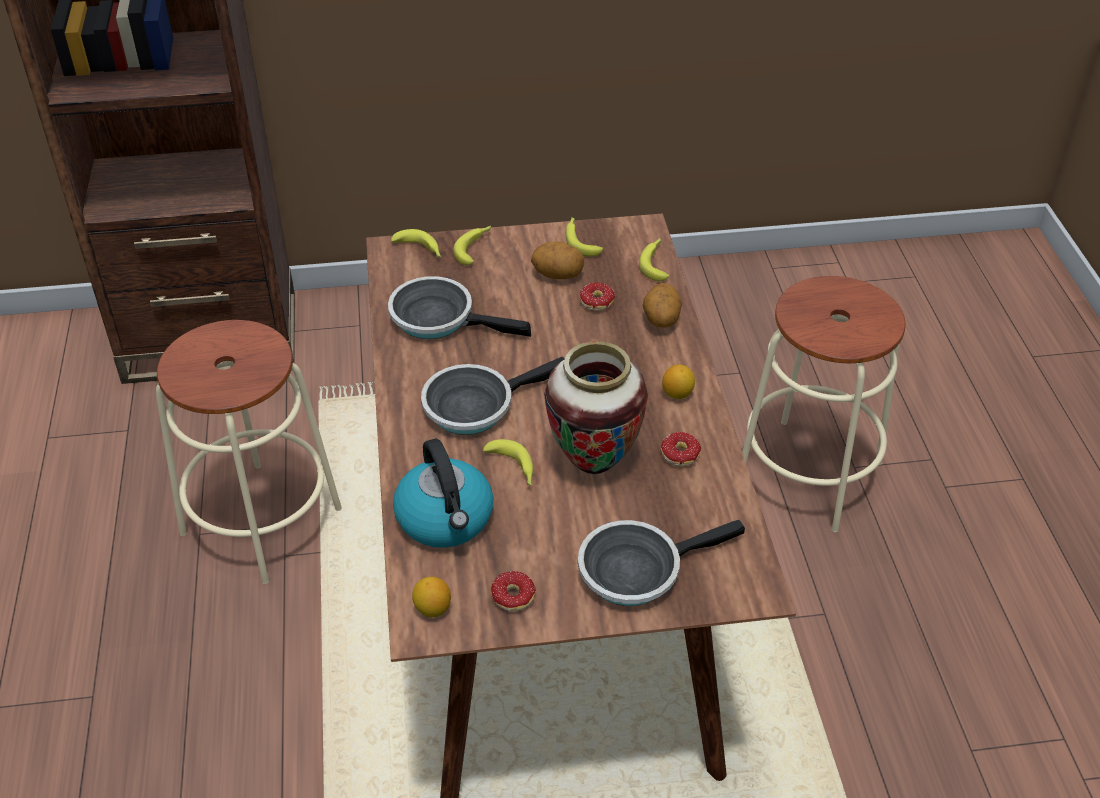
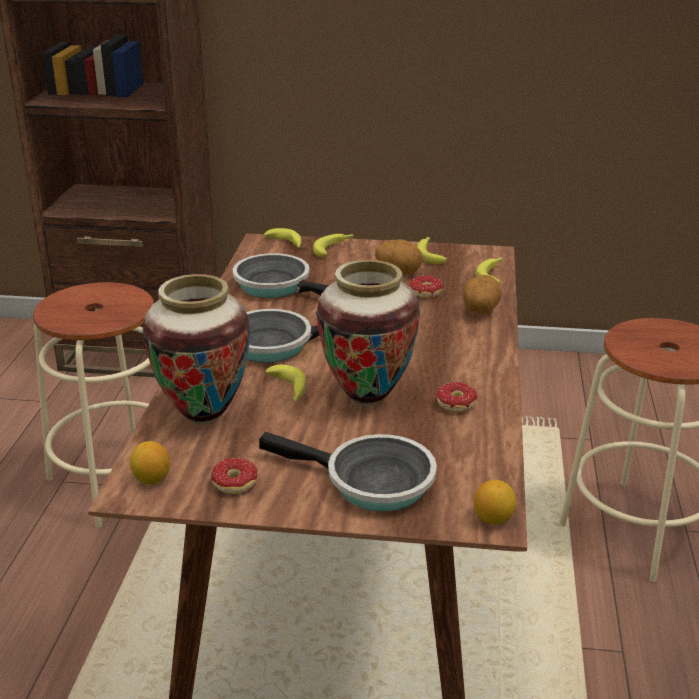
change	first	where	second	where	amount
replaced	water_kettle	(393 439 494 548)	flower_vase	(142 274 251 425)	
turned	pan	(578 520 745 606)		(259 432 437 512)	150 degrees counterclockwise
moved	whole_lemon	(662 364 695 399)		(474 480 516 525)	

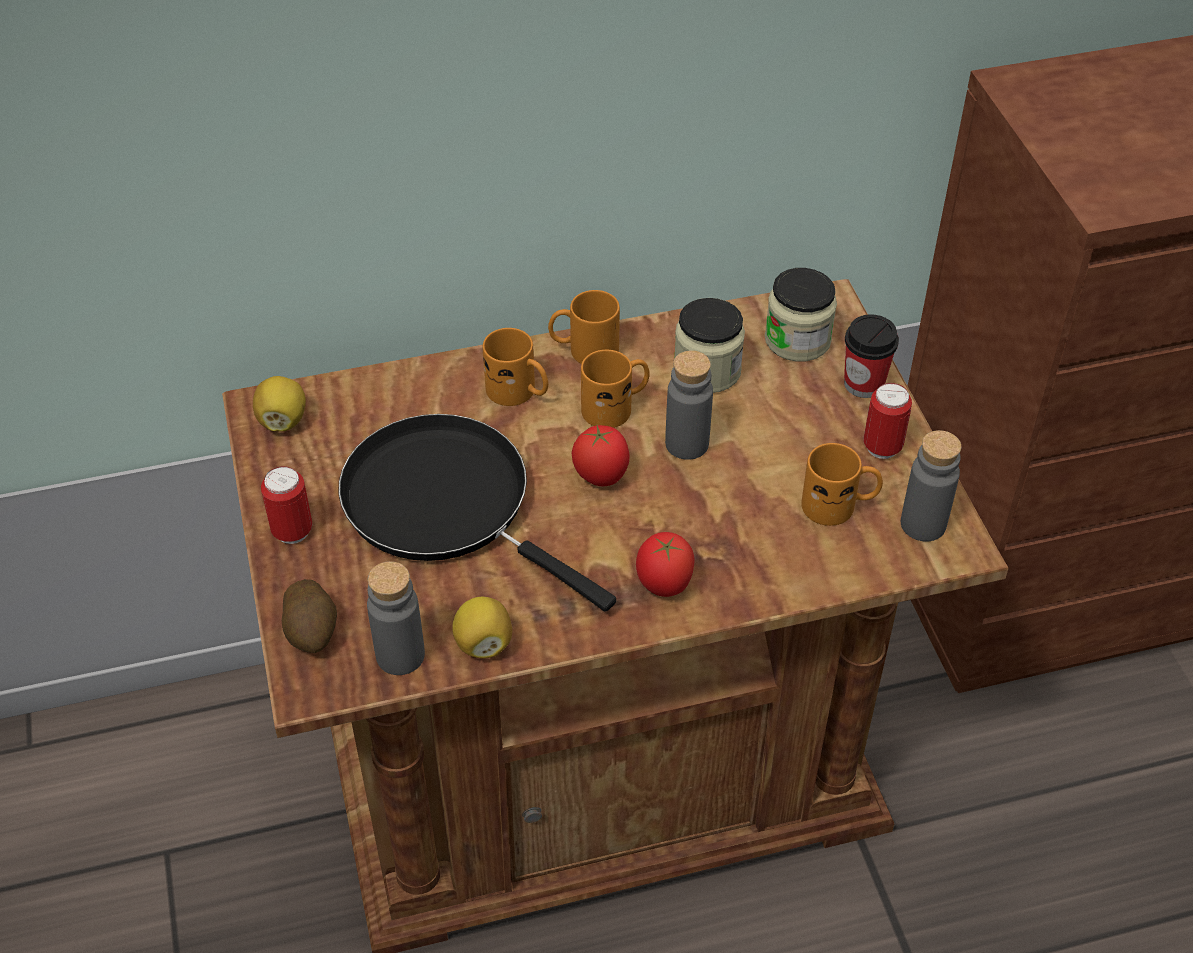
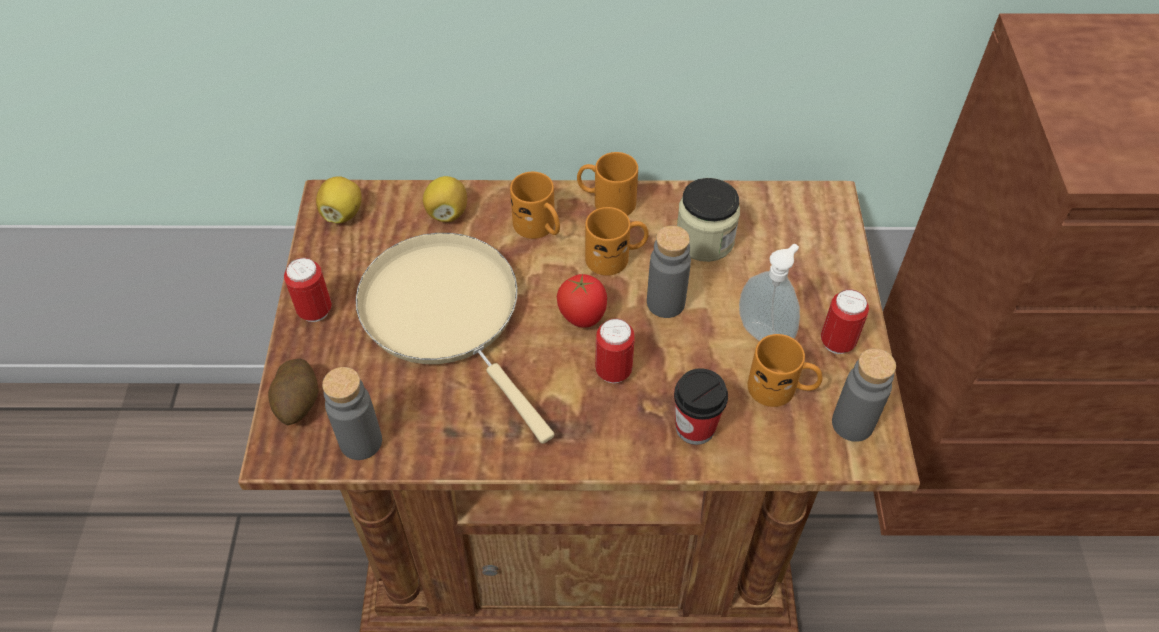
change	first	where	second	where	amount
recoloured	black-coloured_pan	(338 414 616 611)	beige_pan	(355 233 554 444)	
moved	whole_lemon	(452 597 512 659)		(423 176 467 222)	
added			sealed_can	(595 318 635 383)	
moved	cup	(844 314 899 398)		(674 368 728 445)	
added			soap_bottle	(739 244 800 341)	
removed	fresh_tomato	(636 532 694 597)			
removed	preserve_jar	(765 268 837 362)			

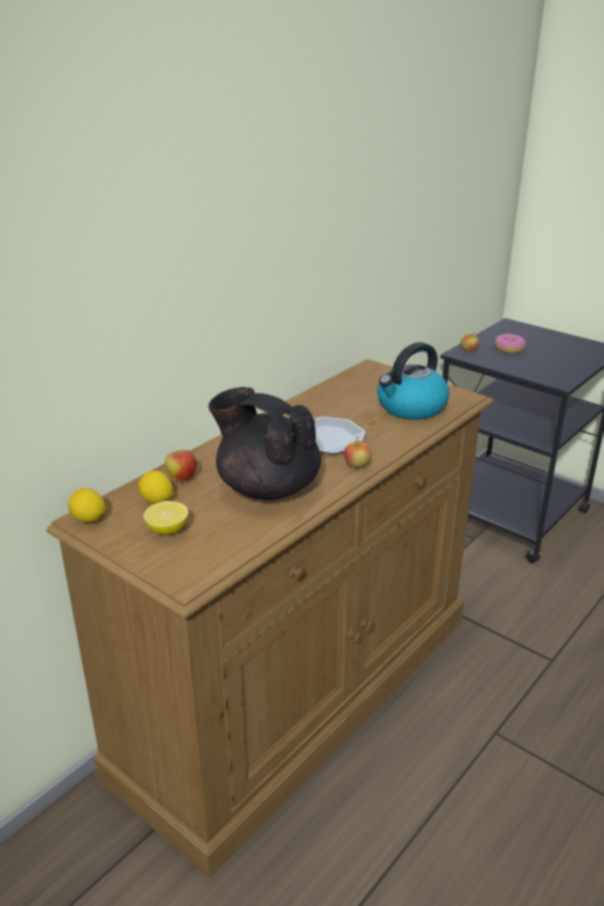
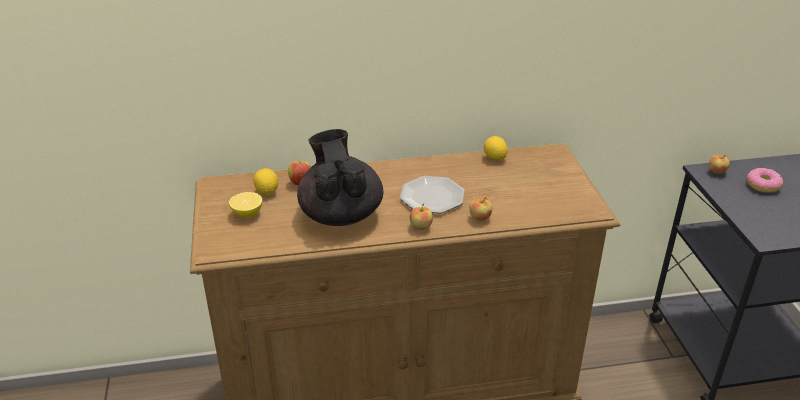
change	first	where	second	where	amount
added			whole_apple	(469 197 492 221)	
moved	whole_lemon	(68 488 106 523)		(484 136 508 161)	
removed	water_kettle	(377 342 449 420)			

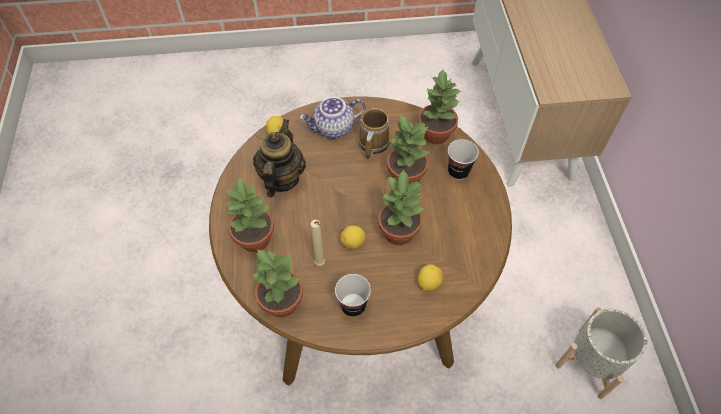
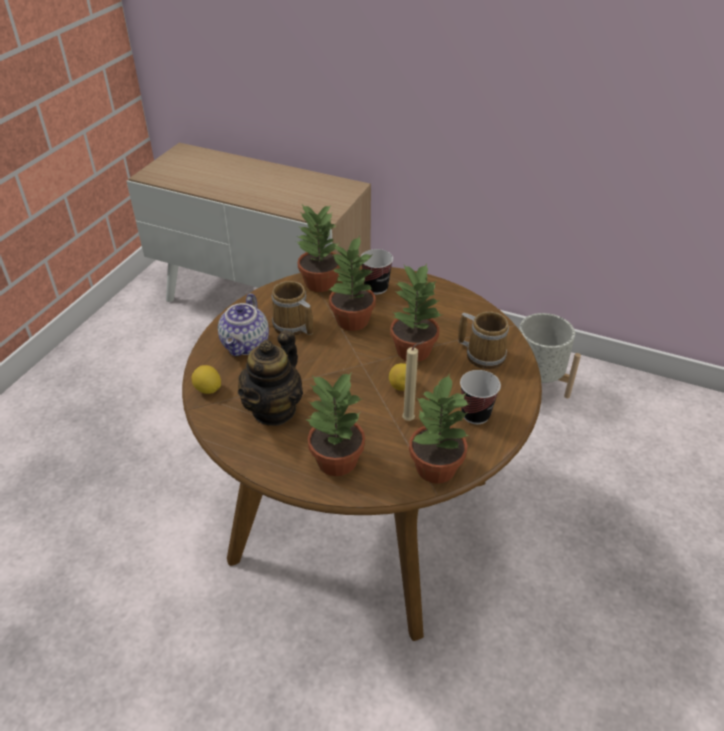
change	first	where	second	where	amount
turned	teapot	(253 119 306 197)		(238 330 303 426)	105 degrees counterclockwise
replaced	whole_lemon	(418 264 443 291)	coffee_mug	(458 311 509 369)	

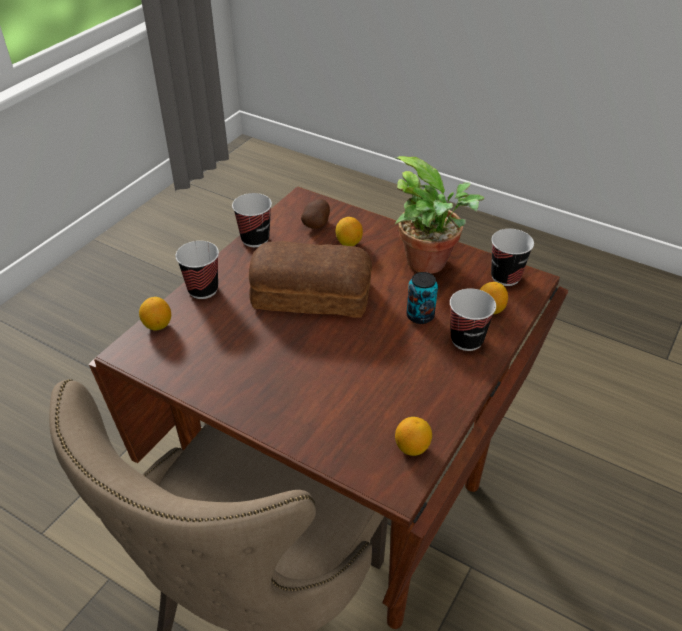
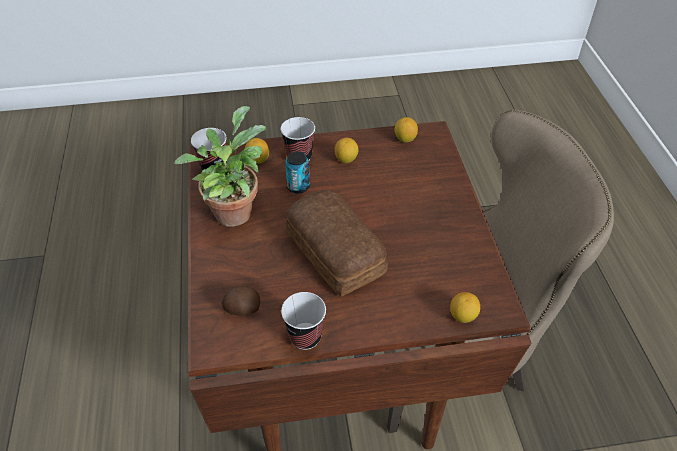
change	first	where	second	where	amount
moved	whole_lemon	(335 217 363 246)		(335 138 358 163)	
removed	cup	(176 241 219 299)			

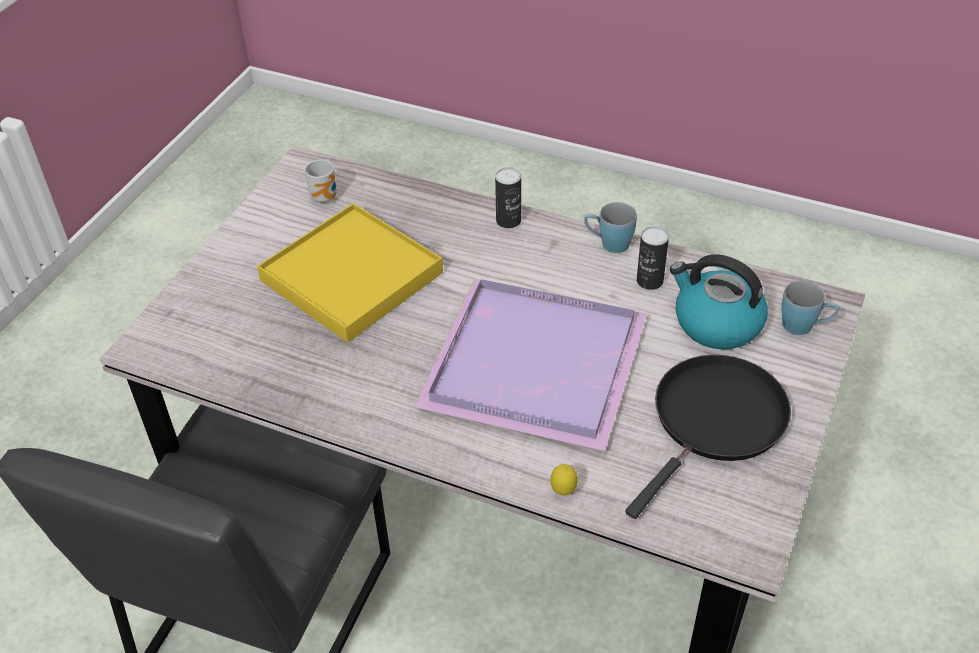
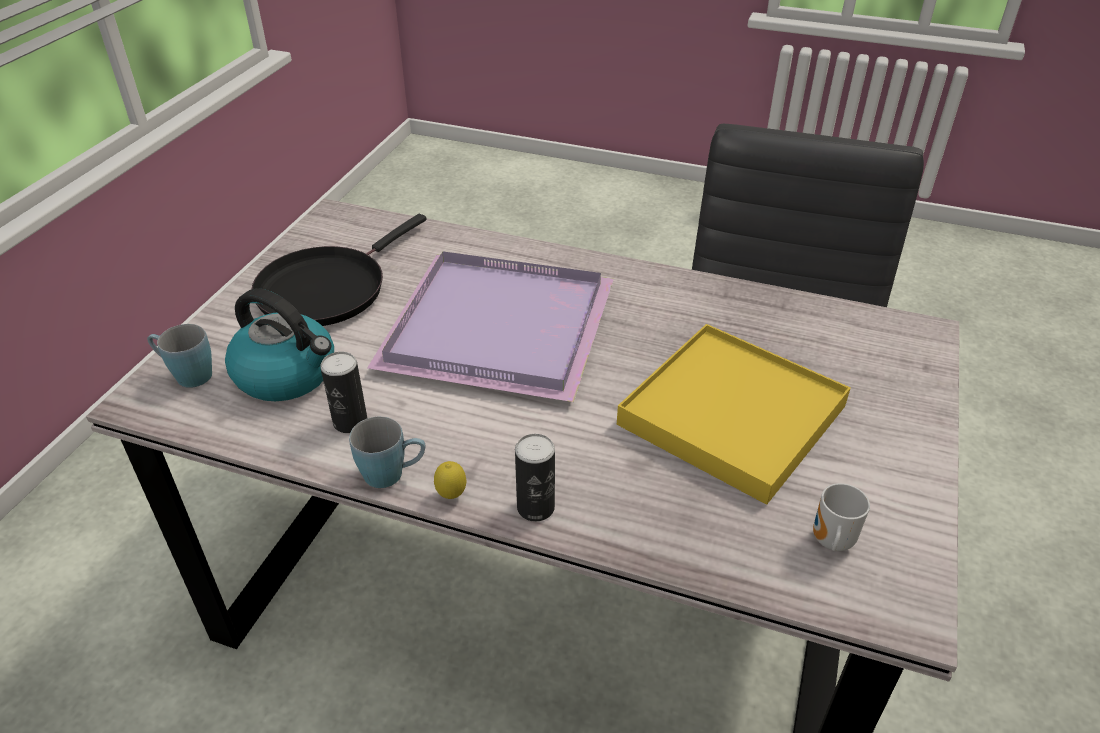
change	first	where	second	where	amount
moved	whole_lemon	(550 464 578 495)		(434 461 466 499)	

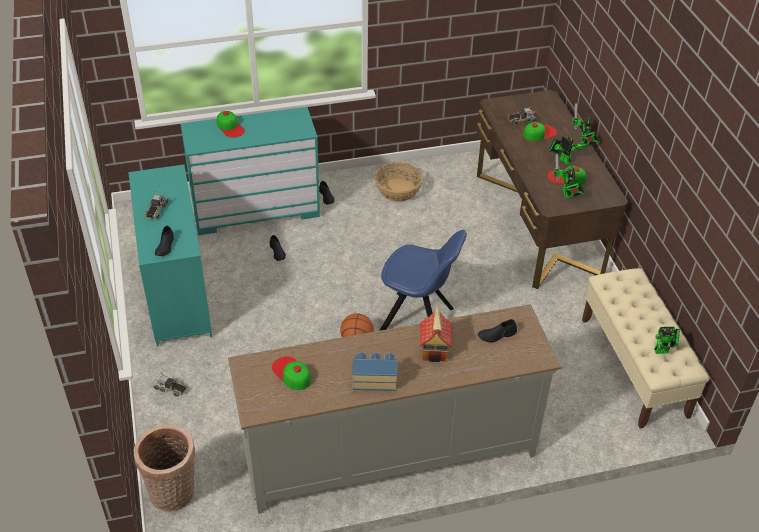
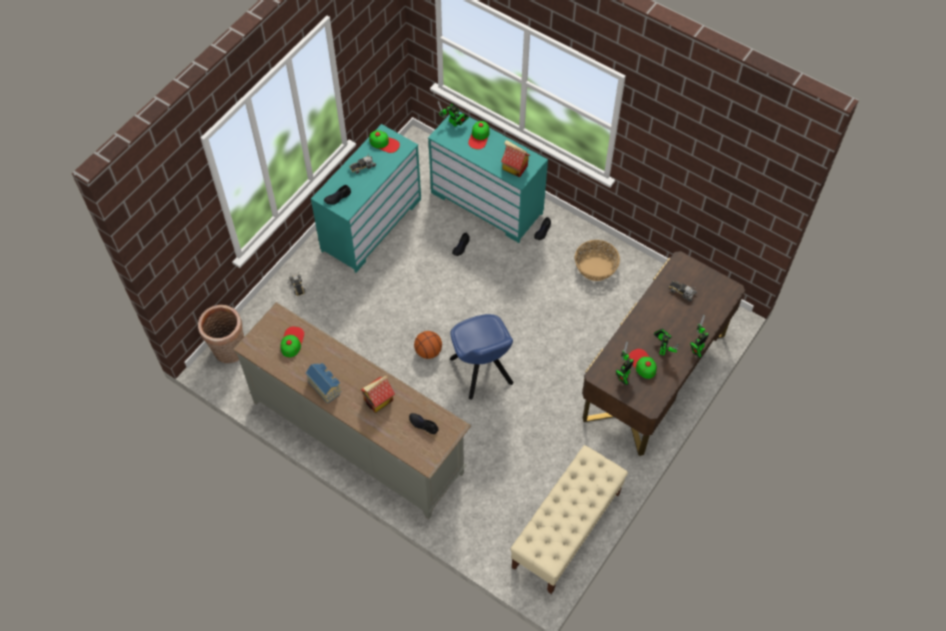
change	first	where	second	where	amount
moved	baseball_cap	(523 122 557 141)		(369 130 400 153)	
moved	robot_figure	(654 327 680 354)		(438 101 469 127)	
added			miniature_house	(501 140 530 177)	

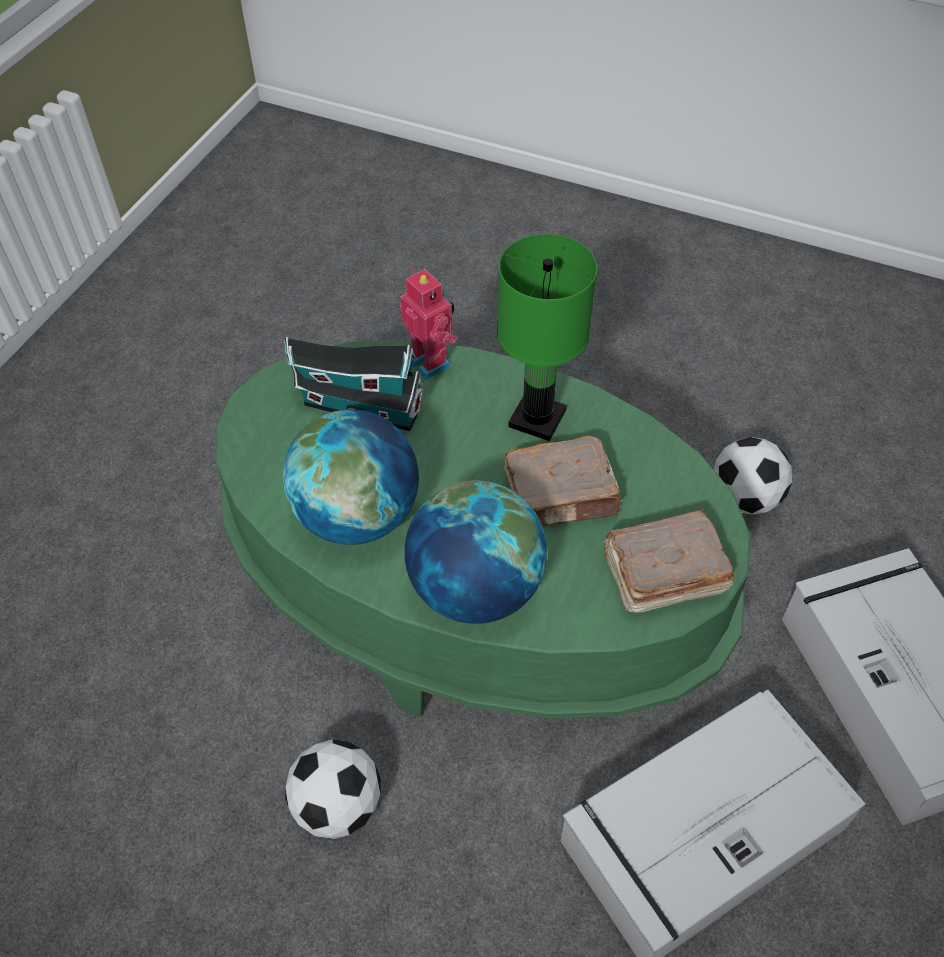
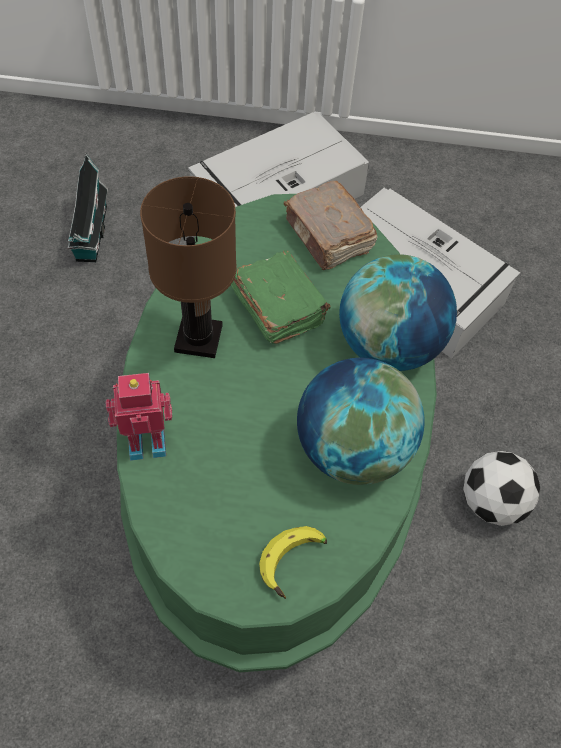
change	first	where	second	where	amount
moved	miniature_house	(284 337 424 431)		(67 153 108 262)	
turned	robot_figure	(400 269 458 380)		(106 373 172 461)	45 degrees clockwise
recoloured	green_table_lamp	(497 234 597 441)	brown_table_lamp	(140 176 237 358)	
recoloured	brown_volume	(504 436 623 527)	green_volume	(231 251 331 344)	
added			whole_banana	(259 526 327 599)	
removed	football_ball	(713 437 792 515)			

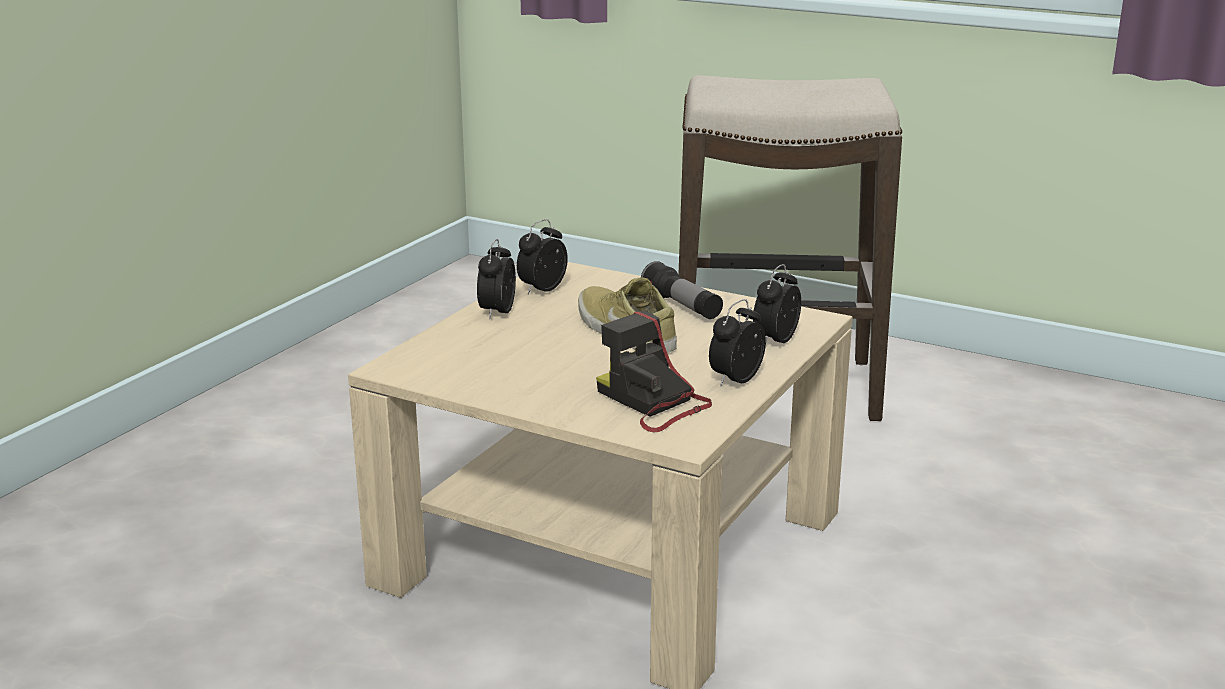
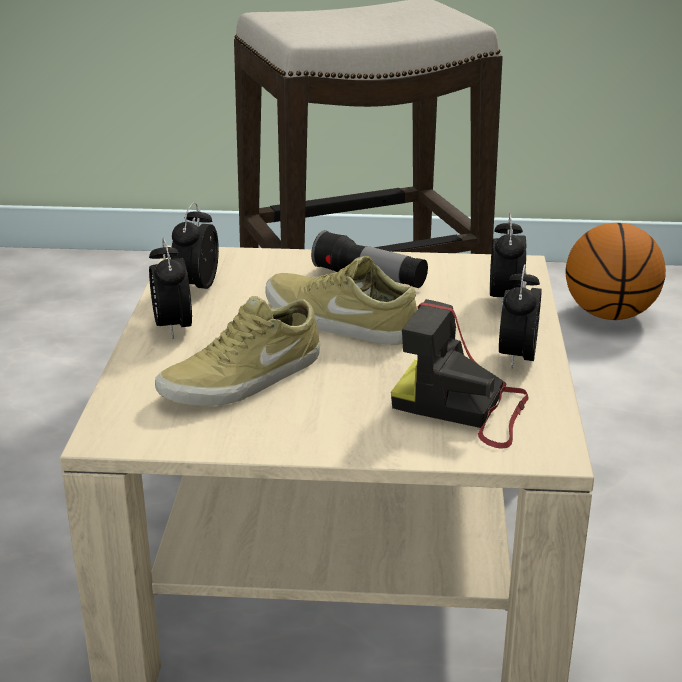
change	first	where	second	where	amount
added			beige_item_of_footwear	(155 296 320 406)	
added			ball_for_basketball	(566 223 666 320)	

